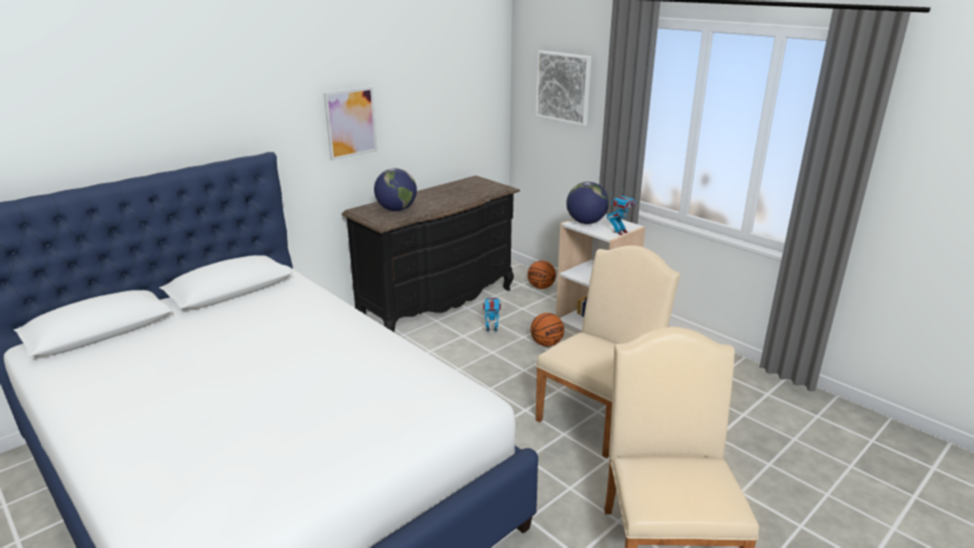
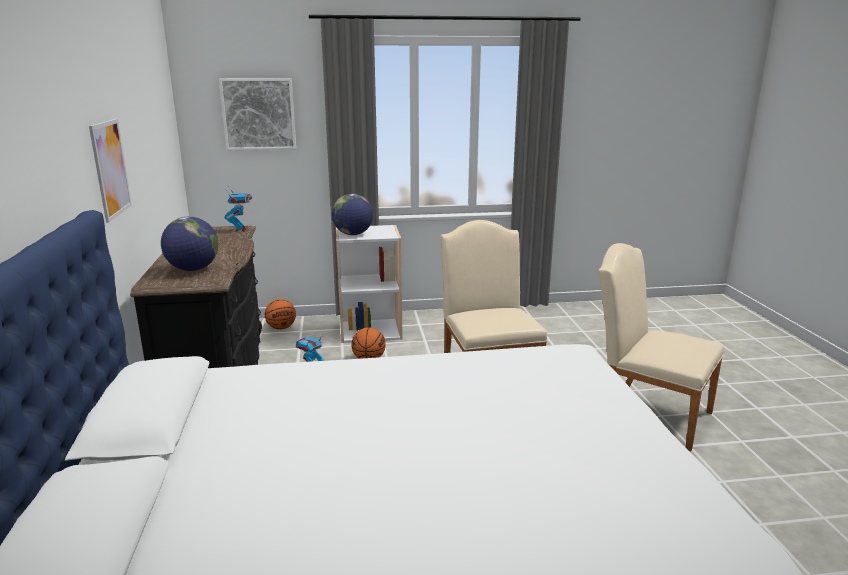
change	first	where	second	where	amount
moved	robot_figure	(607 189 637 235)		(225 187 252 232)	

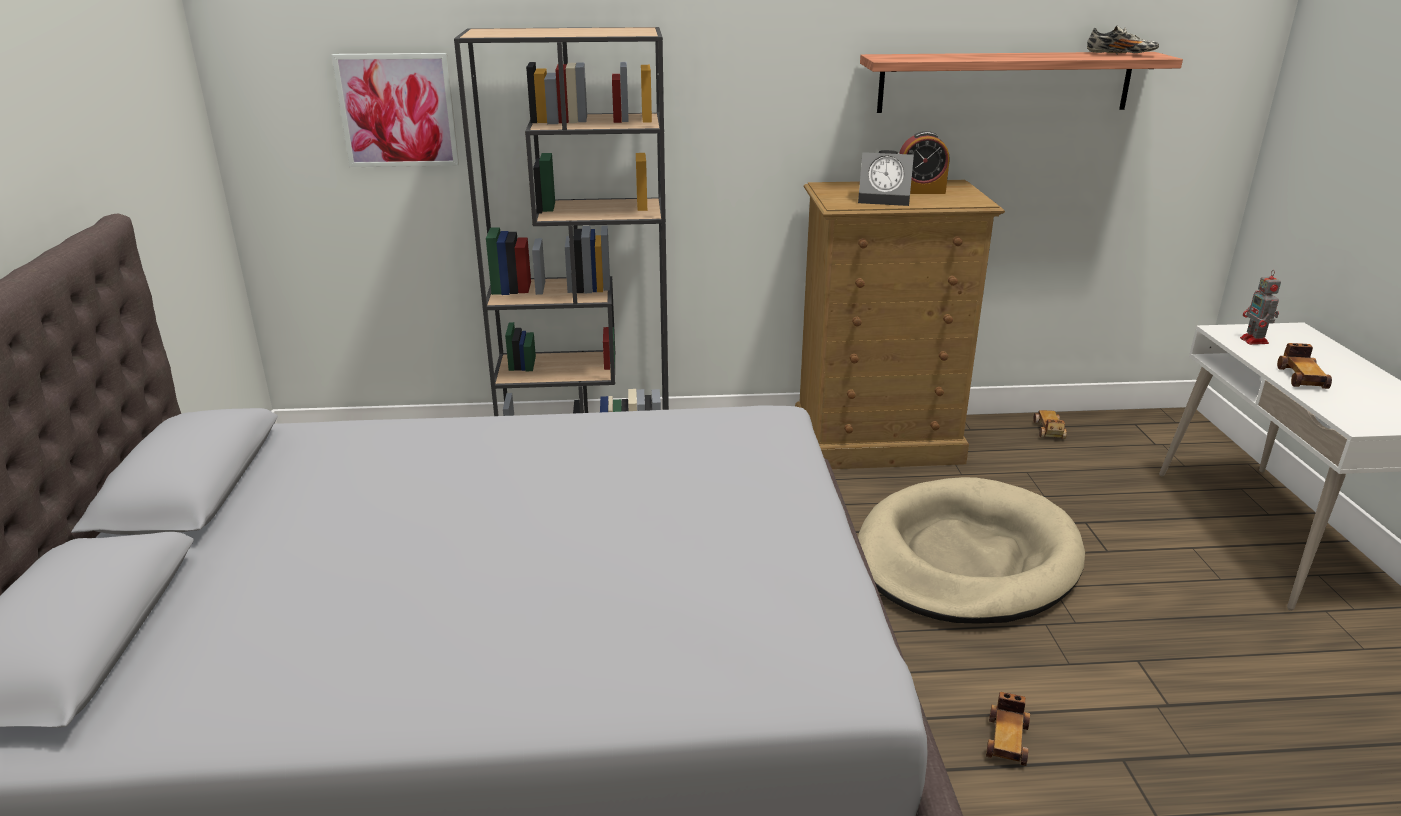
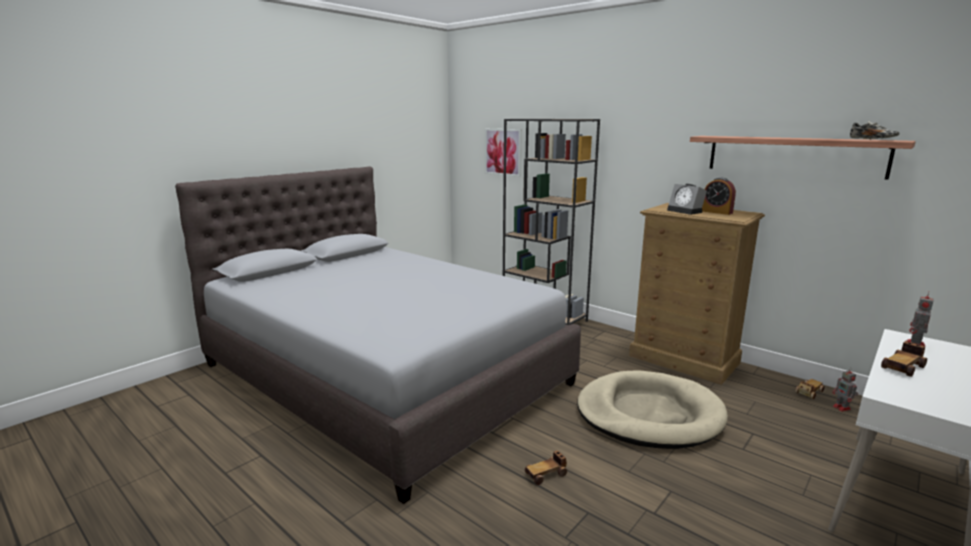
change	first	where	second	where	amount
added			robot_figure	(832 368 858 412)	

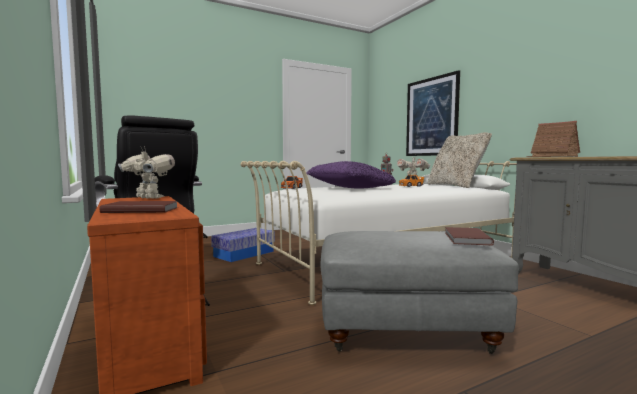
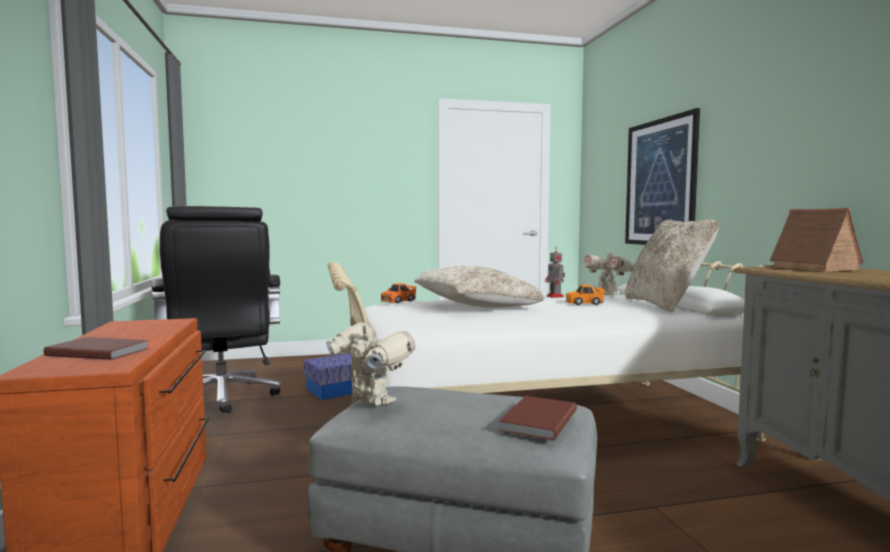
change	first	where	second	where	amount
moved	robot_figure	(118 146 175 198)		(326 317 416 406)	
recoloured	purple_cushion	(306 161 396 189)	beige_cushion	(414 265 544 308)	

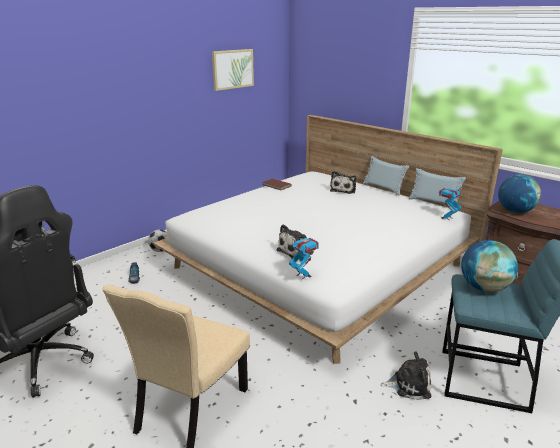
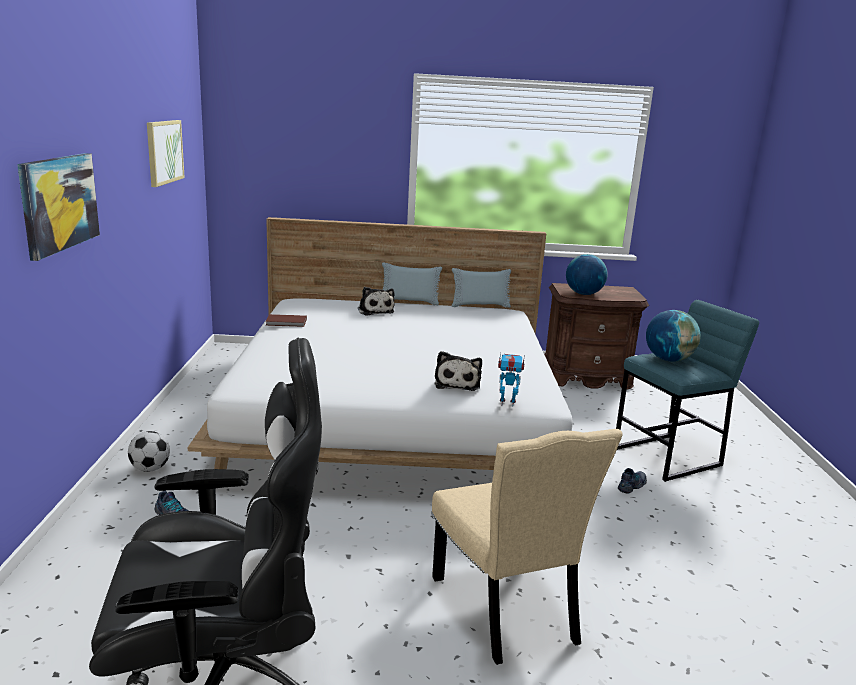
change	first	where	second	where	amount
added			wall_art	(17 153 100 261)	
replaced	plush_toy	(380 351 431 400)	item_of_footwear	(618 468 647 494)	
removed	robot_figure	(439 185 463 220)			

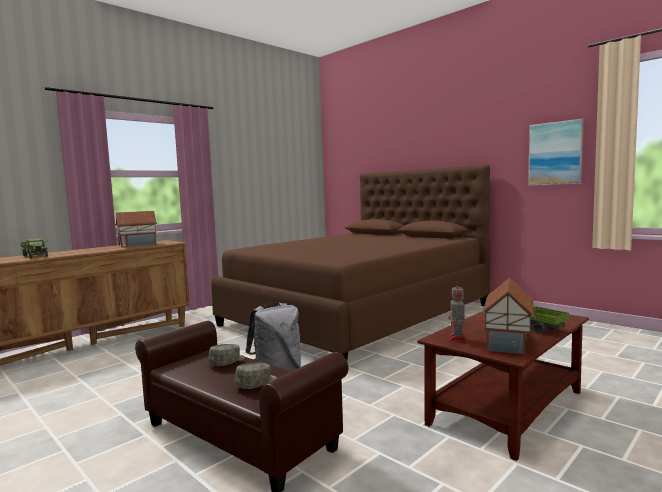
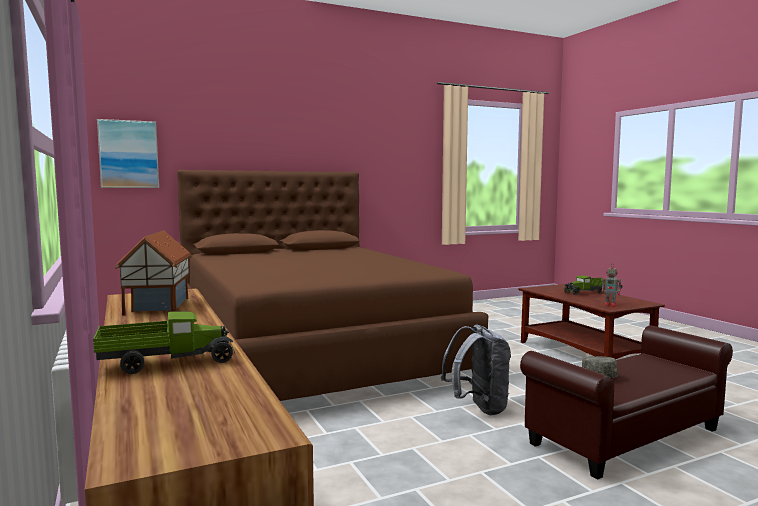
change	first	where	second	where	amount
moved	wall_art	(528 119 584 186)		(97 119 159 188)	
removed	gray_baseball_cap	(235 363 277 389)			
removed	miniature_house	(481 277 535 355)			

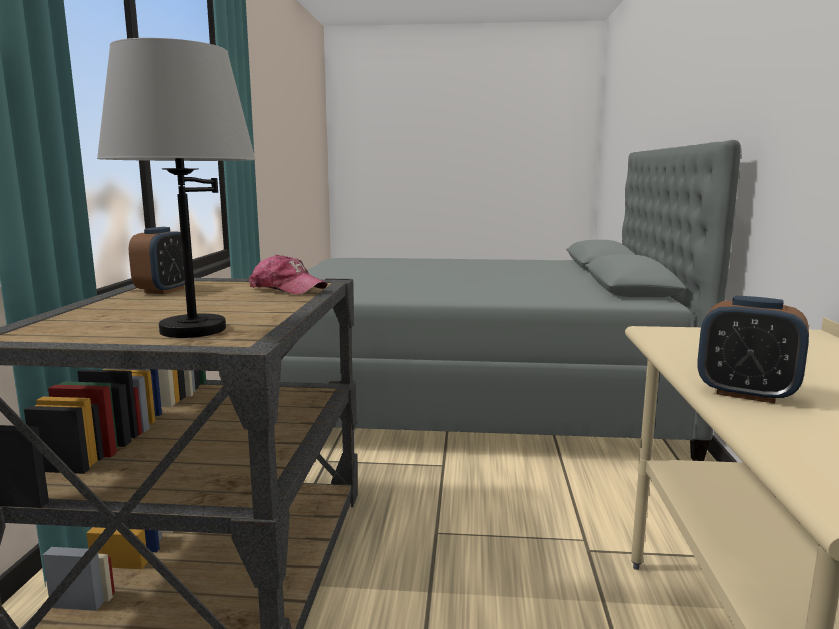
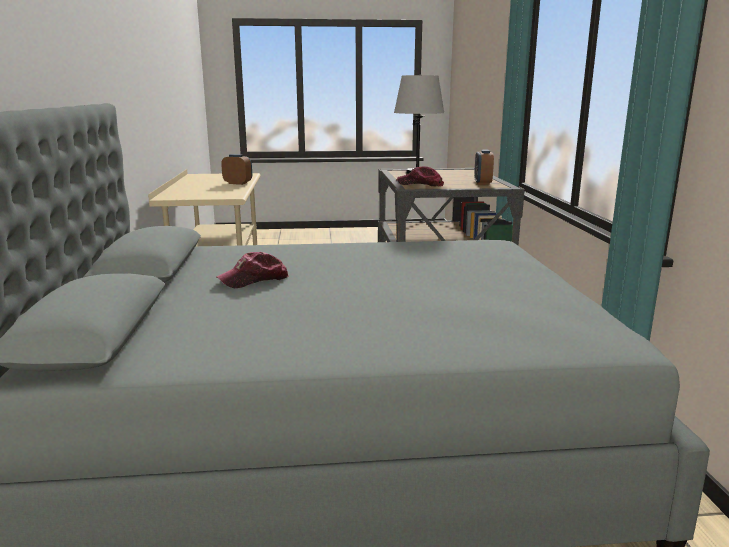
change	first	where	second	where	amount
added			baseball_cap	(216 252 289 288)	

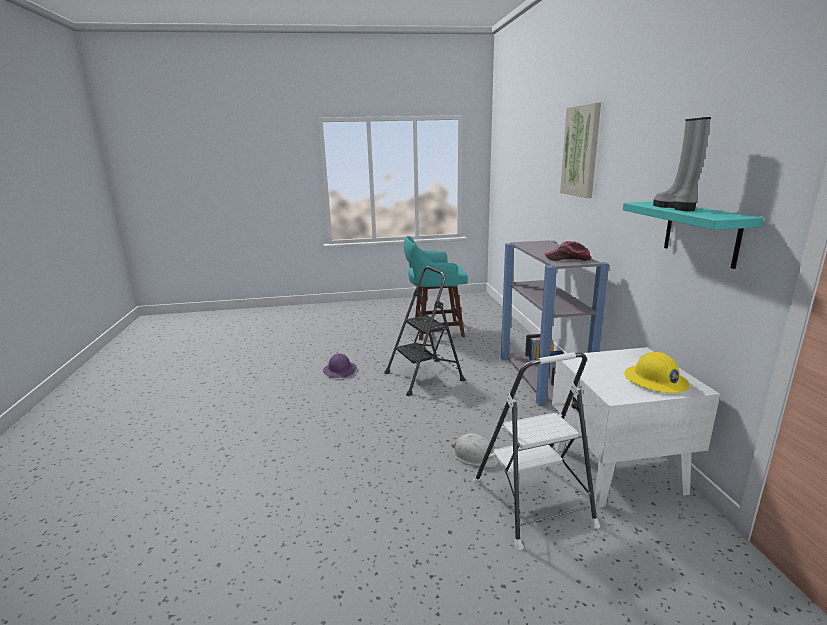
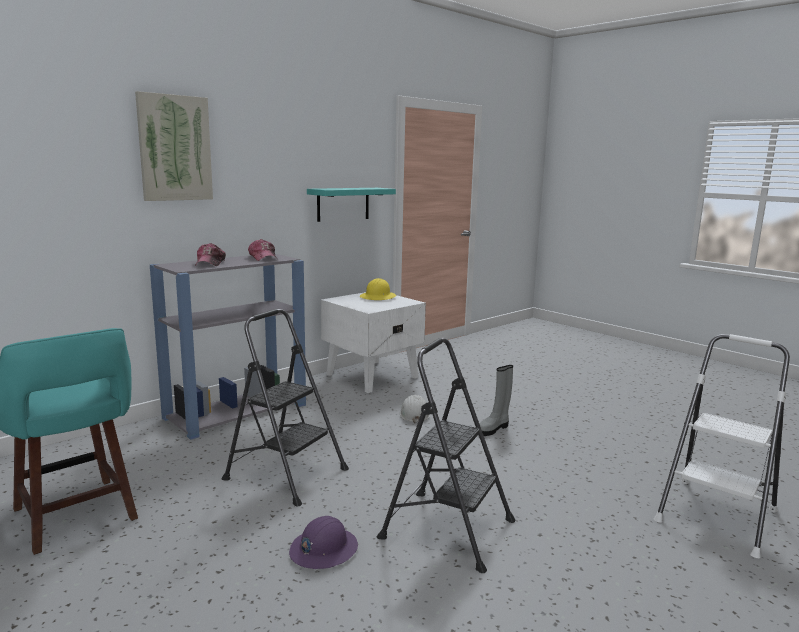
change	first	where	second	where	amount
added			baseball_cap	(195 243 226 266)	
added			black-coloured_stepladder	(377 338 516 573)	
moved	gray_tall_boot	(653 117 711 211)		(479 365 513 436)	
moved	white-coloured_stepladder	(473 352 600 550)		(653 334 790 559)	

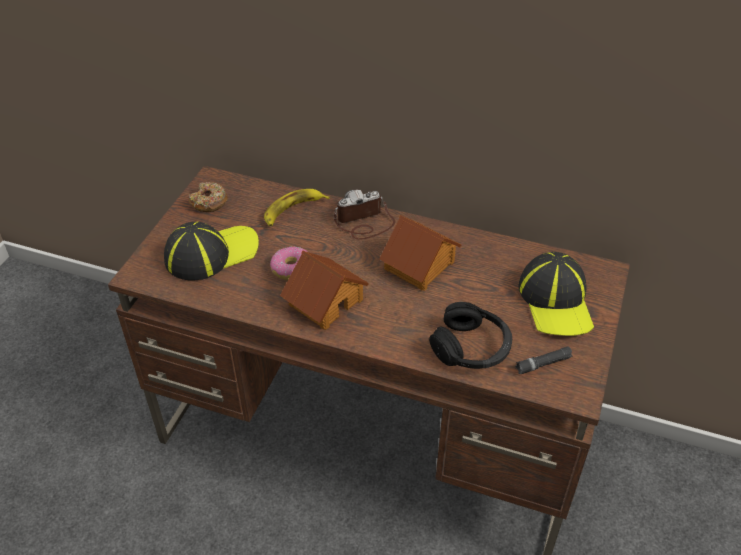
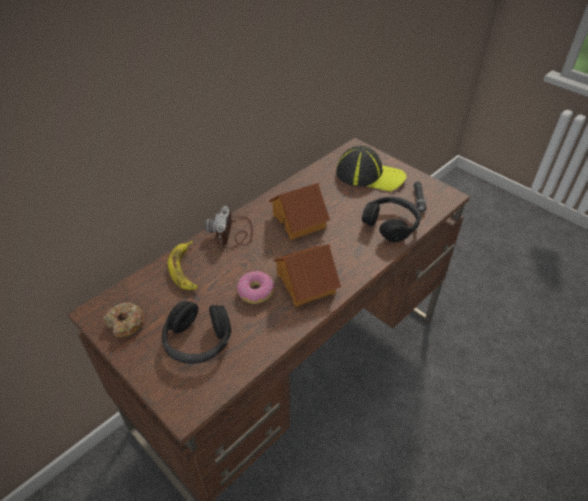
change	first	where	second	where	amount
replaced	baseball_cap	(164 222 259 280)	black-coloured_headset	(162 301 232 364)	

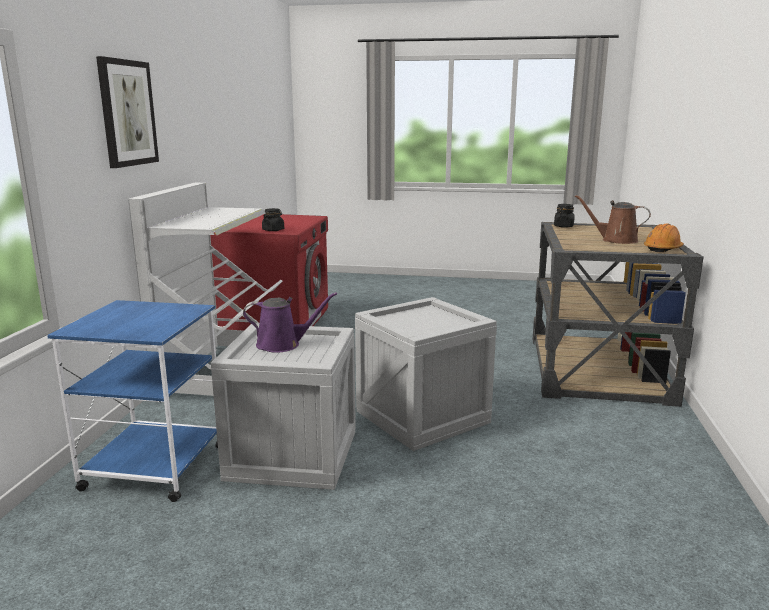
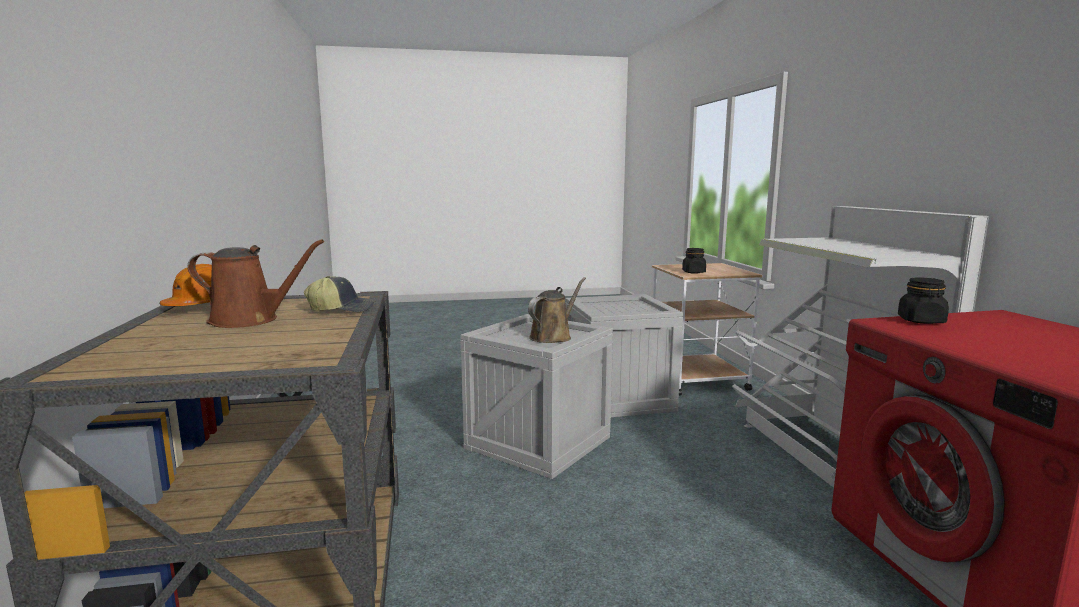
change	first	where	second	where	amount
added			baseball_cap	(304 276 376 312)	
added			brown_sprinkling_can	(528 277 586 343)	
recoloured	bluish_wheeled_cart	(47 300 218 502)	beige_wheeled_cart	(652 263 763 395)	
moved	black-coloured_preserve_jar	(554 204 575 228)		(682 248 706 274)	
removed	wall_art	(96 56 159 168)			
removed	purple_sprinkling_can	(243 292 337 353)			

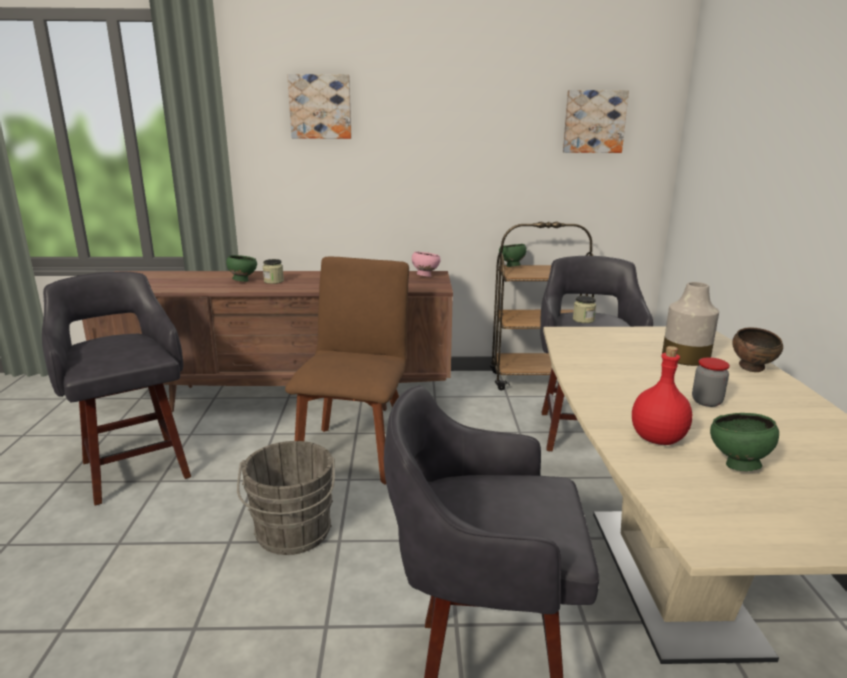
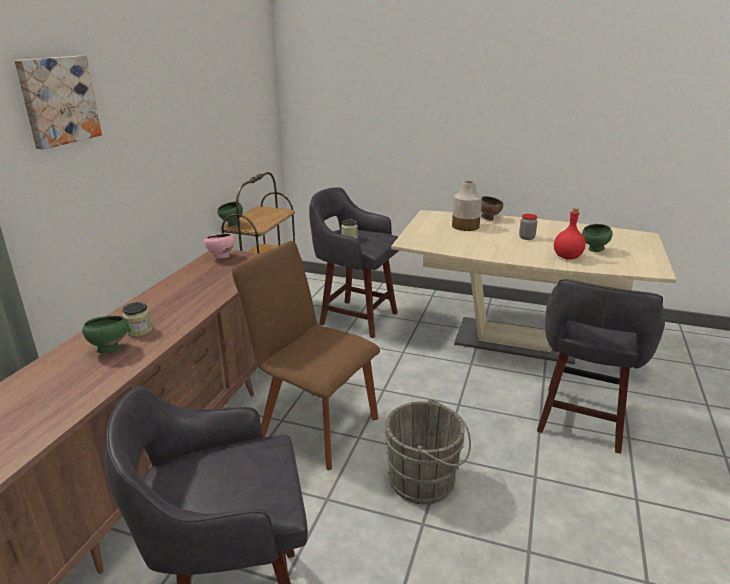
change	first	where	second	where	amount
removed	wall_art	(563 90 629 153)			

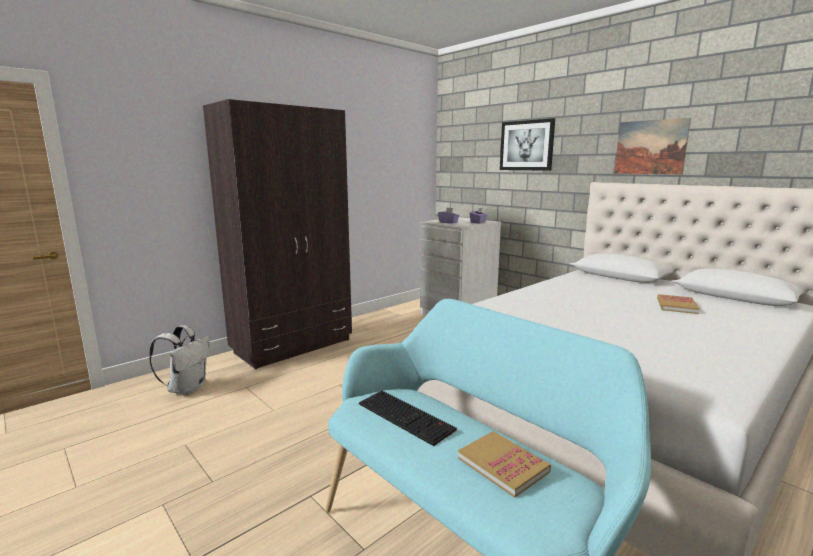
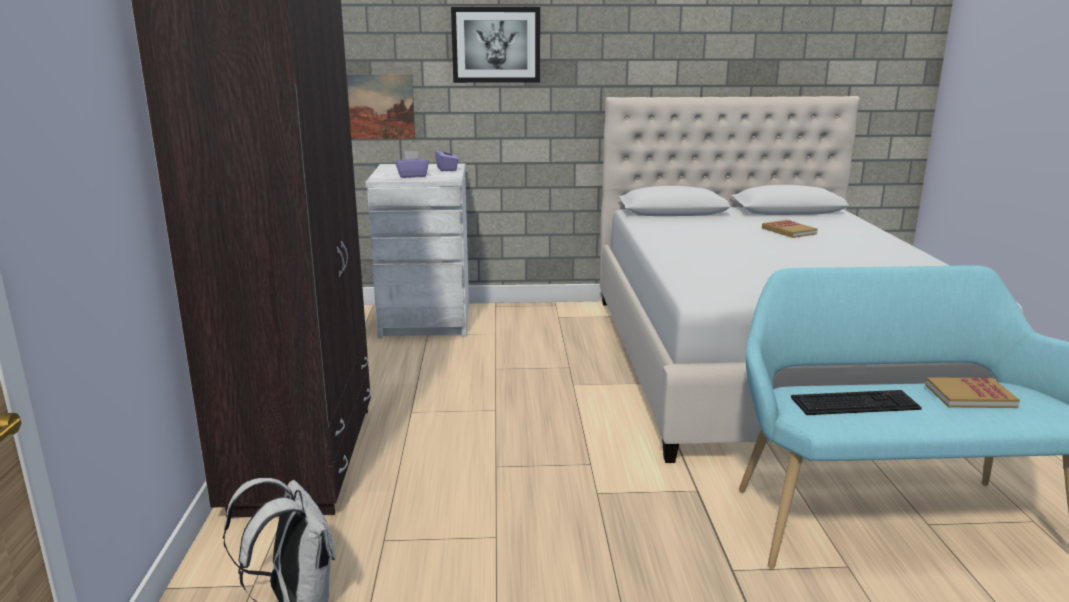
change	first	where	second	where	amount
moved	wall_art	(614 118 691 175)		(347 74 415 139)	

